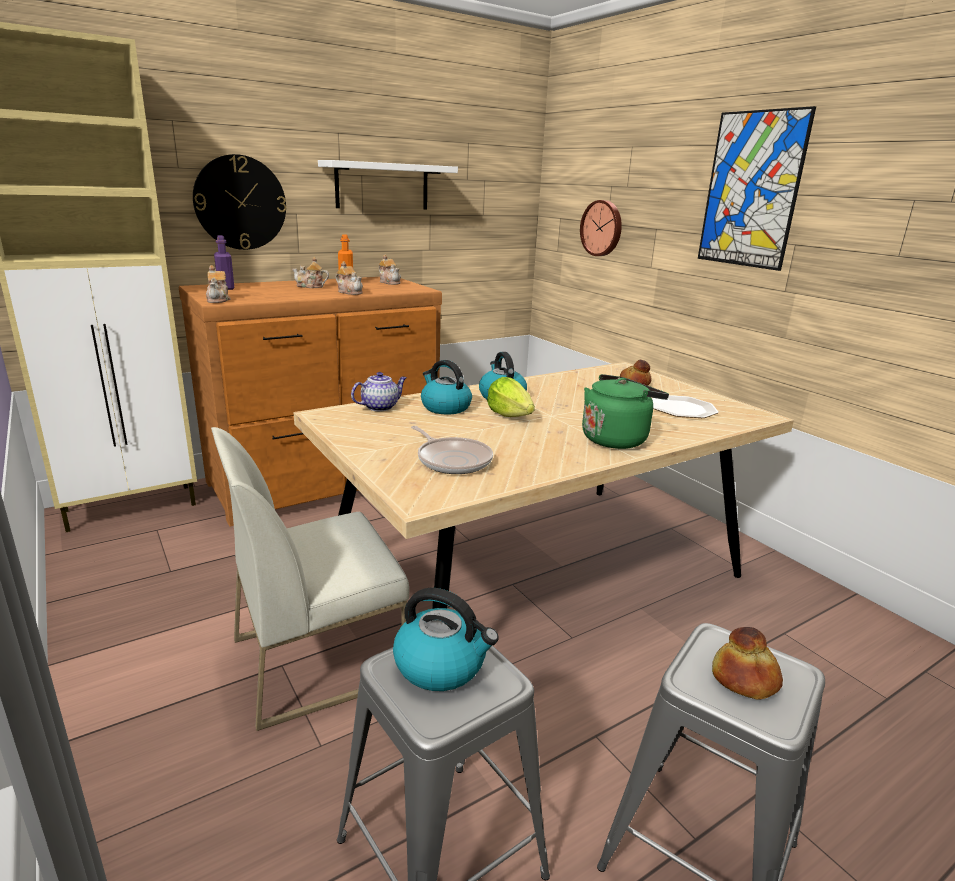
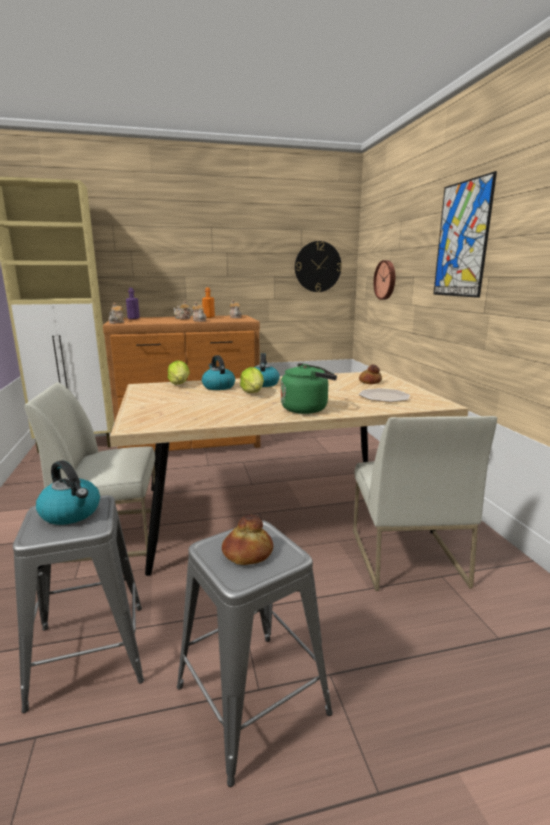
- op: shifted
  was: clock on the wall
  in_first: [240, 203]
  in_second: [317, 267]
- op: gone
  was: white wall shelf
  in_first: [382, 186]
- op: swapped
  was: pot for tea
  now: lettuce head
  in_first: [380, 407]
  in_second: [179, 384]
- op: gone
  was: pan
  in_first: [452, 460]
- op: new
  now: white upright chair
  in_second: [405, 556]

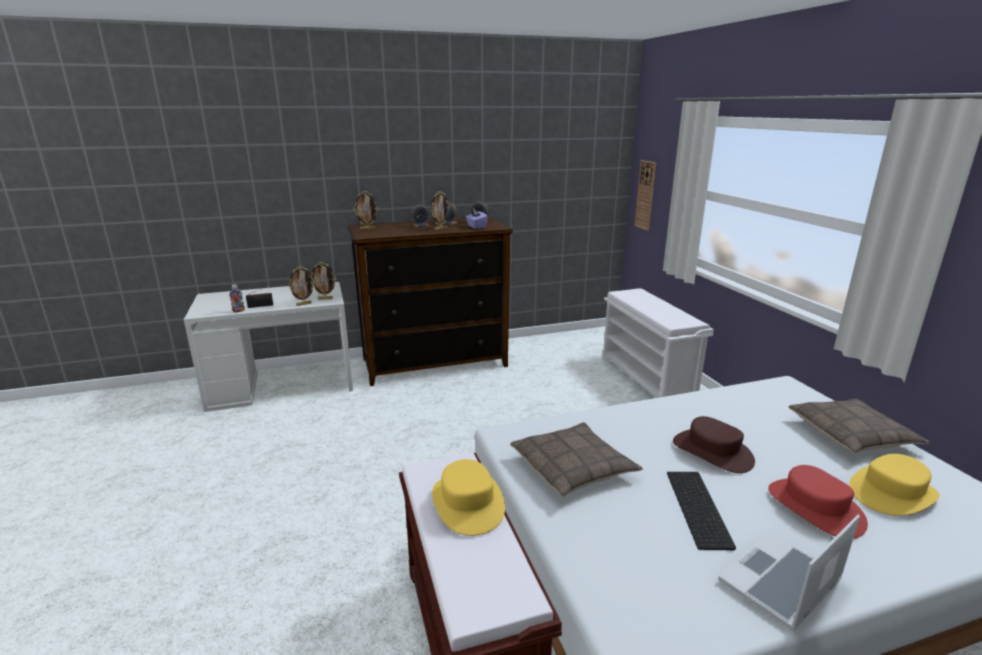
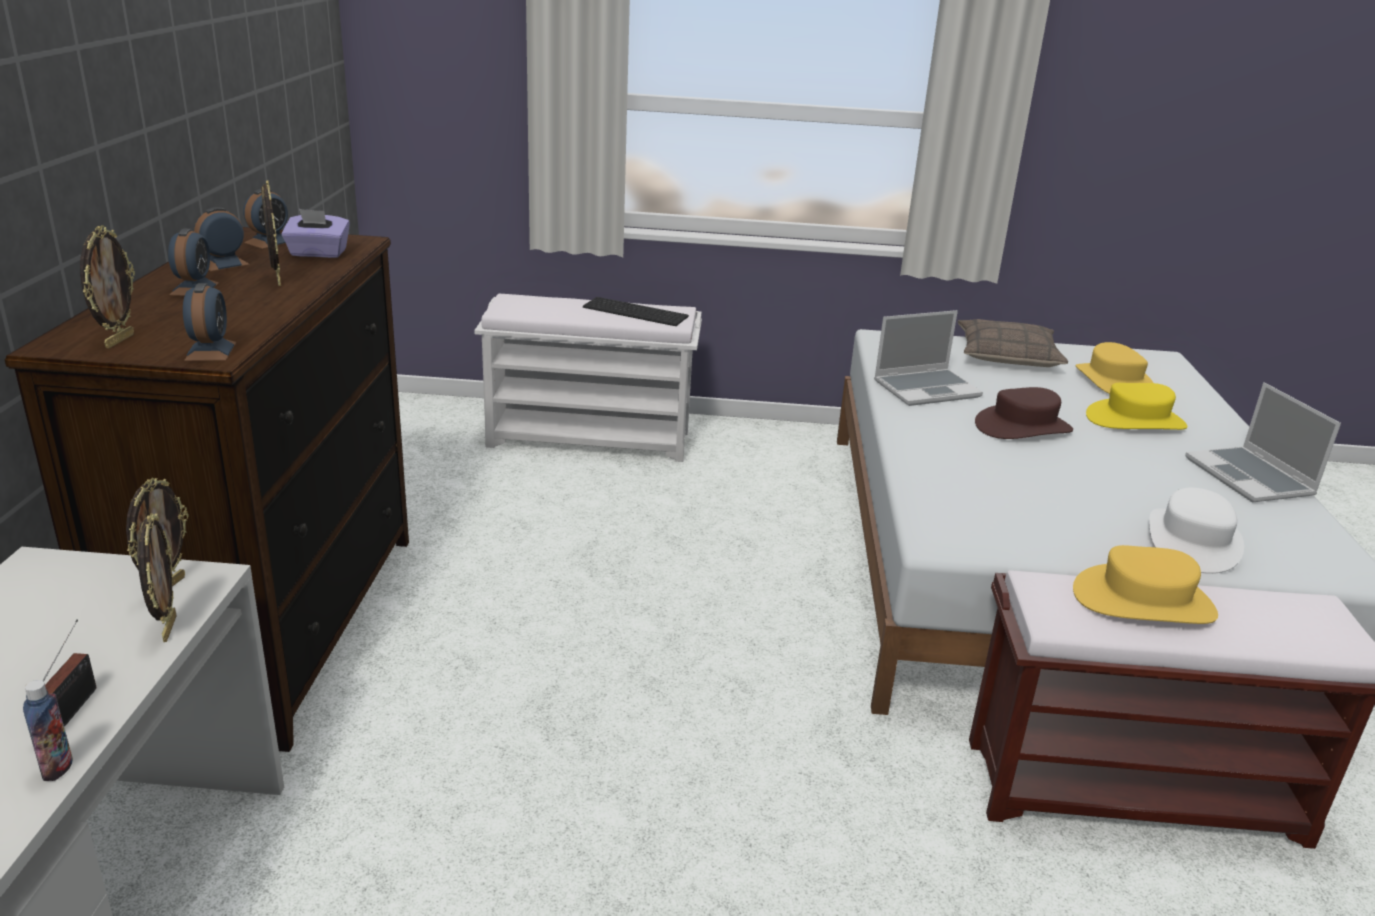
- op: gone
  was: pillow
  in_first: [573, 468]
- op: gone
  was: clock on the wall
  in_first: [645, 195]
- op: shifted
  was: computer keyboard
  in_first: [700, 509]
  in_second: [637, 311]
- op: repainted
  was: red clothing hat
  now: yellowish clothing hat
  in_first: [814, 507]
  in_second: [1135, 421]
- op: new
  now: alarm clock
  in_second: [210, 351]
- op: new
  now: portable computer
  in_second: [927, 388]
- op: new
  now: white clothing hat
  in_second: [1193, 542]

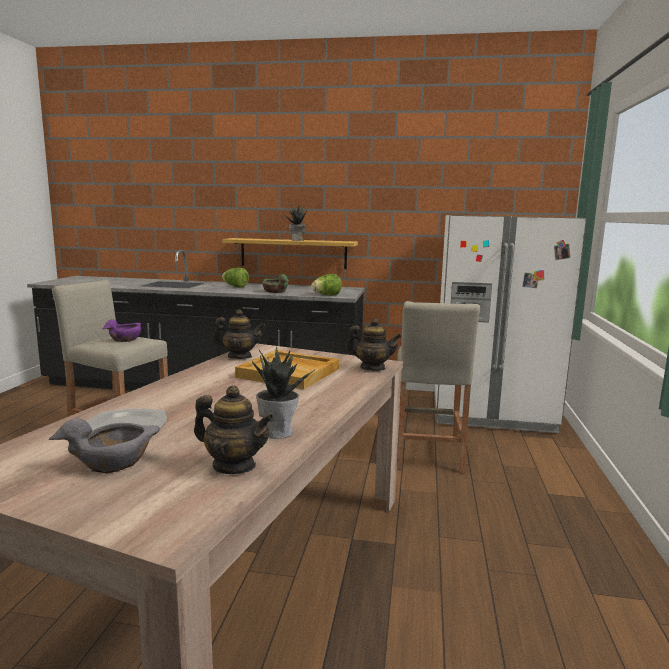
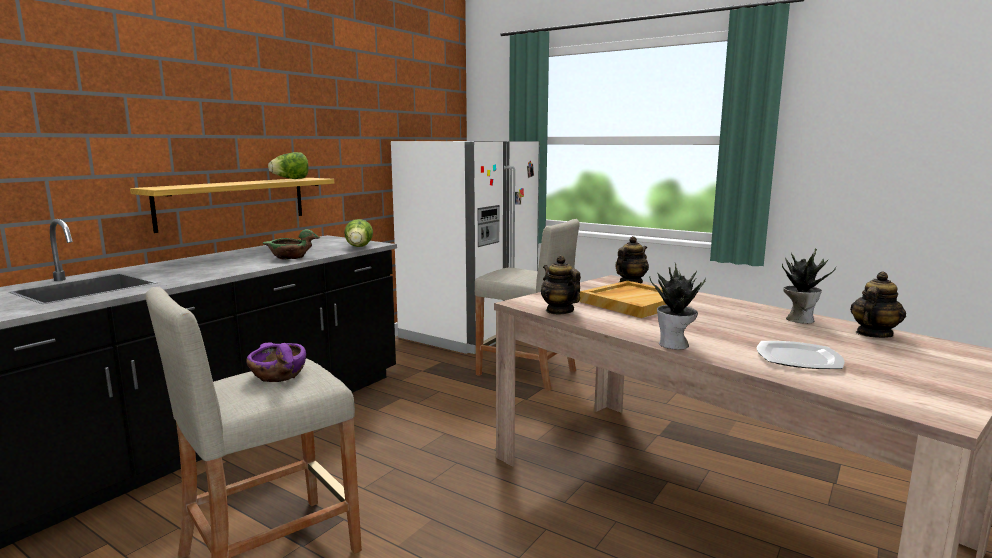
- op: gone
  was: greyish bowl
  in_first: [114, 462]
- op: rotated
  was: pot for tea
  in_first: [239, 357]
  in_second: [559, 311]
  clockwise: -60
- op: shifted
  was: lettuce head
  in_first: [235, 286]
  in_second: [290, 179]
- op: shifted
  was: potted plant
  in_first: [297, 240]
  in_second: [675, 345]

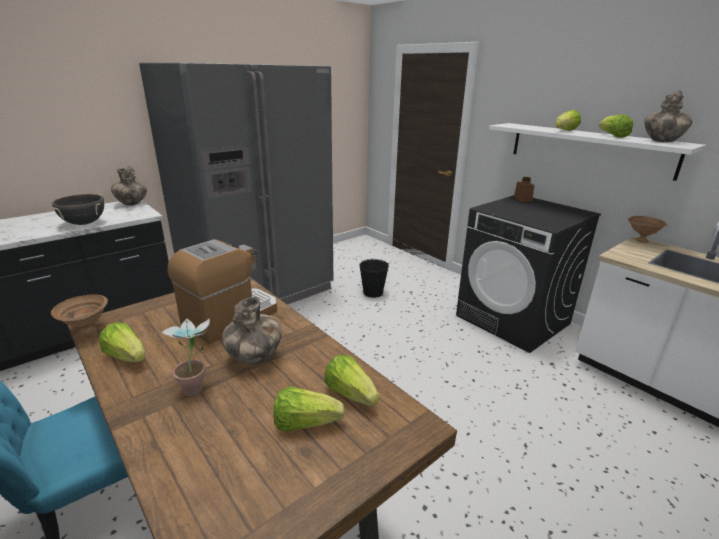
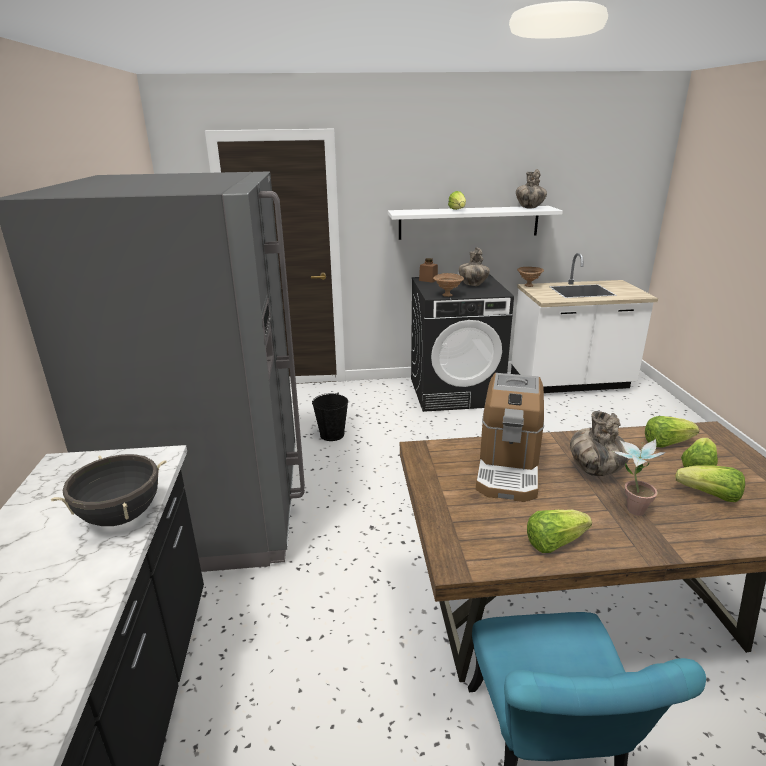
- op: shifted
  was: brownish bowl
  in_first: [88, 332]
  in_second: [448, 295]
- op: shifted
  was: vase
  in_first: [132, 204]
  in_second: [473, 285]
- op: rotated
  was: coffee machine
  in_first: [231, 317]
  in_second: [508, 468]
  clockwise: -150
- op: shifted
  was: lettuce head
  in_first: [612, 136]
  in_second: [710, 495]

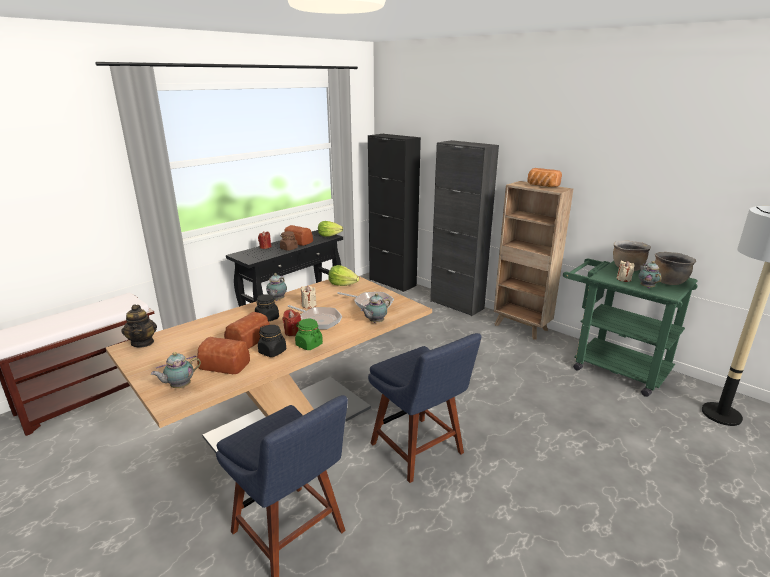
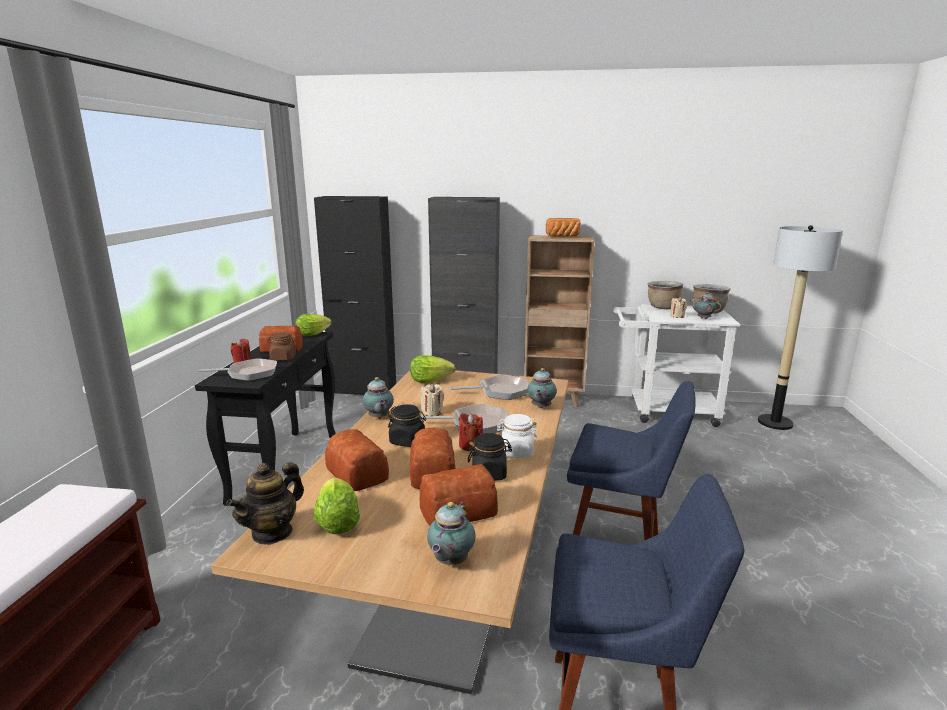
- op: rotated
  was: pot for tea
  in_first: [143, 342]
  in_second: [272, 532]
  clockwise: 90
- op: repainted
  was: green preserve jar
  now: white preserve jar
  in_first: [309, 345]
  in_second: [516, 452]
- op: repainted
  was: green cart
  now: white cart
  in_first: [611, 367]
  in_second: [664, 411]
- op: new
  now: pan
  in_second: [249, 373]
- op: new
  now: lettuce head
  in_second: [337, 522]
- op: new
  now: baked bread
  in_second: [357, 472]

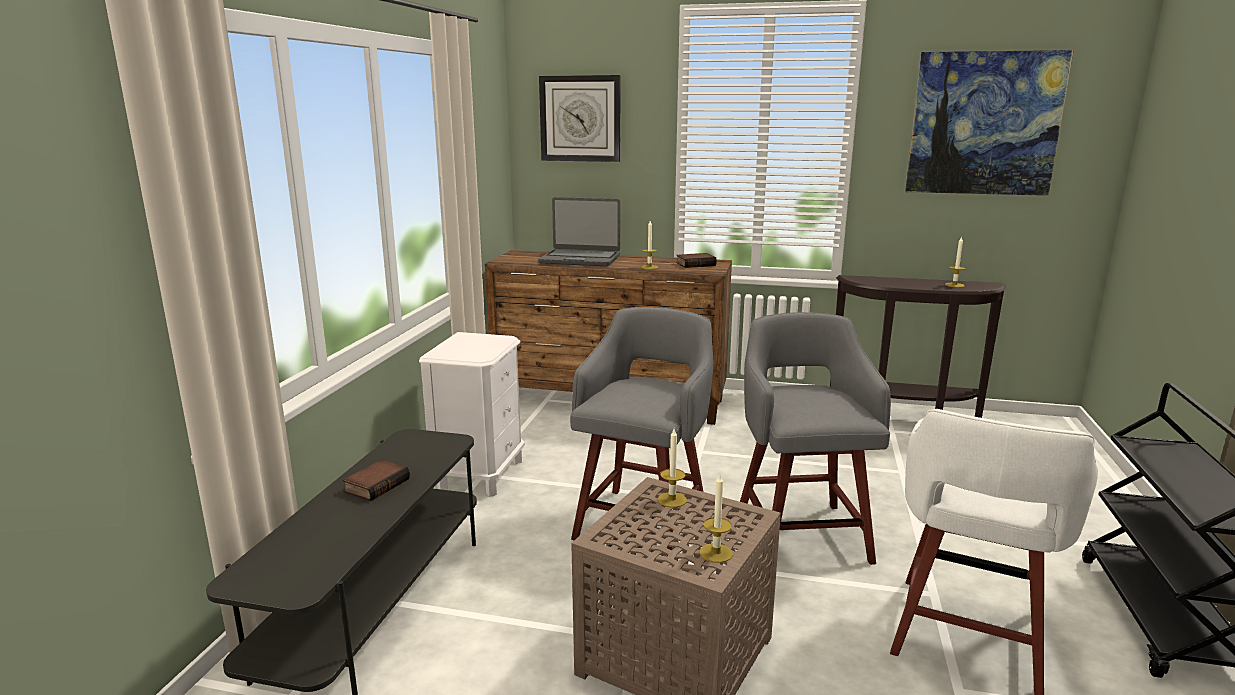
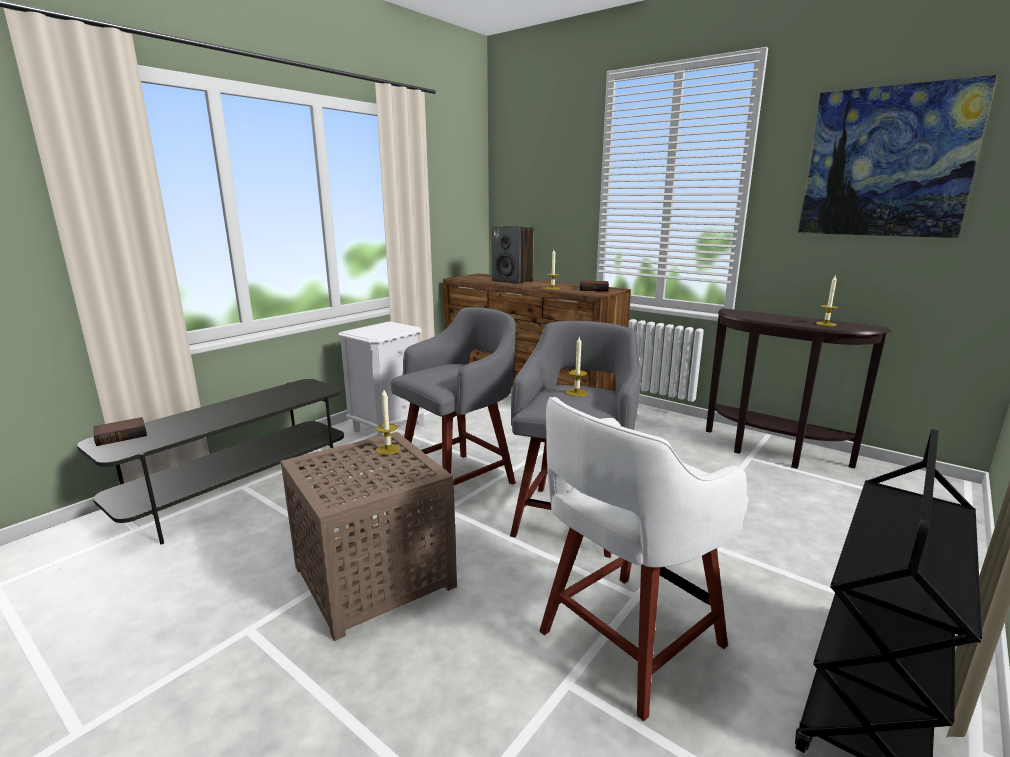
- op: shifted
  was: book
  in_first: [376, 484]
  in_second: [122, 435]
- op: swapped
  was: portable computer
  now: loudspeaker
  in_first: [580, 259]
  in_second: [513, 281]
- op: gone
  was: clock on the wall
  in_first: [580, 118]
- op: shifted
  was: wax light
  in_first: [716, 553]
  in_second: [576, 393]

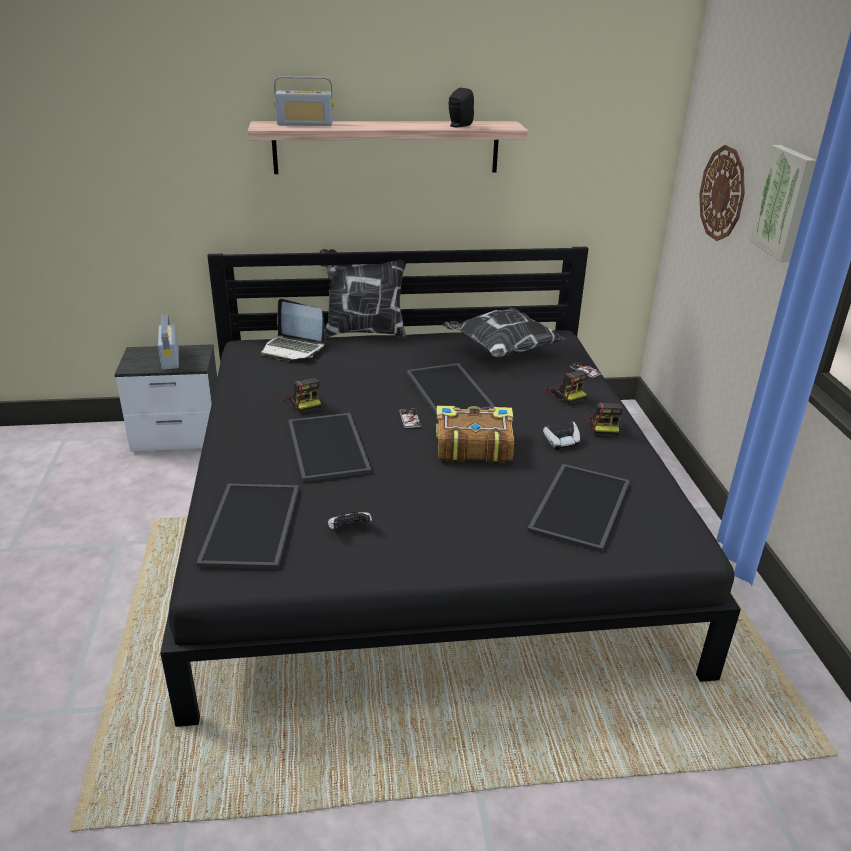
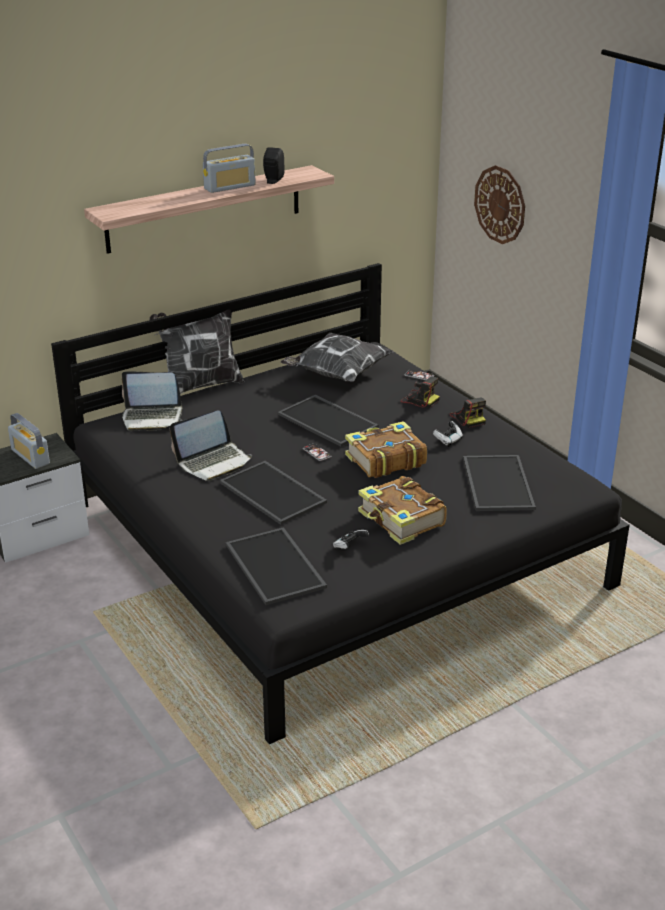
- op: shifted
  was: radio
  in_first: [305, 124]
  in_second: [230, 187]
- op: swapped
  was: photo camera
  now: portable computer
  in_first: [303, 402]
  in_second: [214, 462]
- op: gone
  was: wall art
  in_first: [785, 203]
- op: new
  now: book
  in_second: [401, 520]

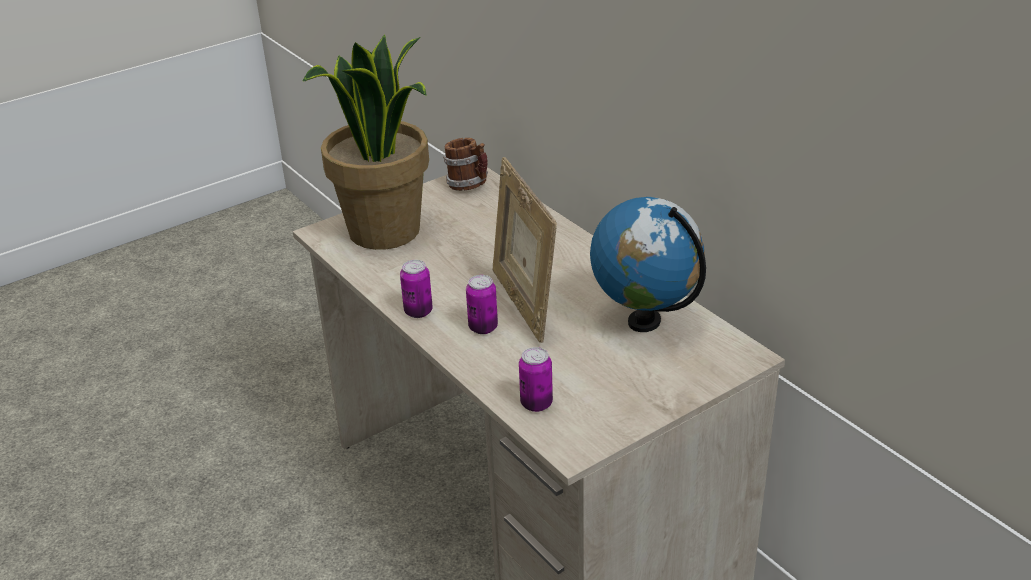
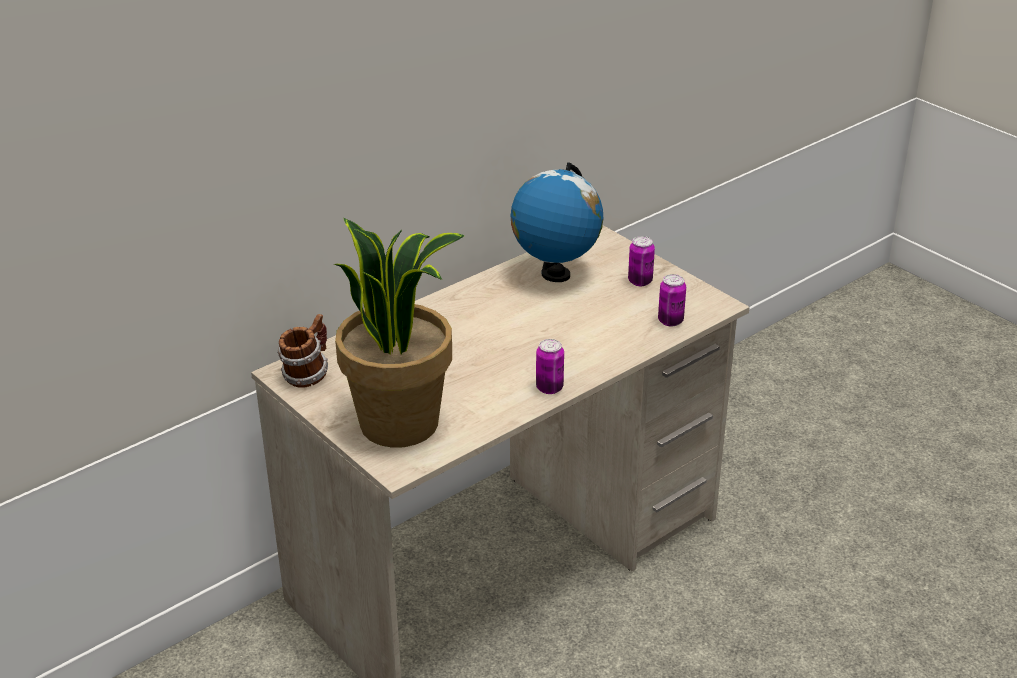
- op: shifted
  was: can
  in_first: [483, 327]
  in_second: [640, 281]
- op: gone
  was: picture frame
  in_first: [523, 304]

